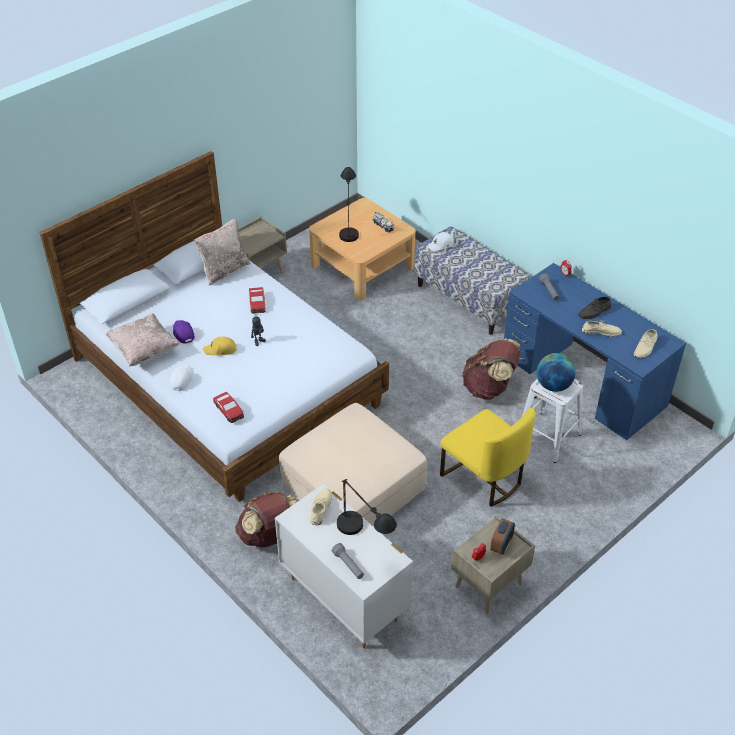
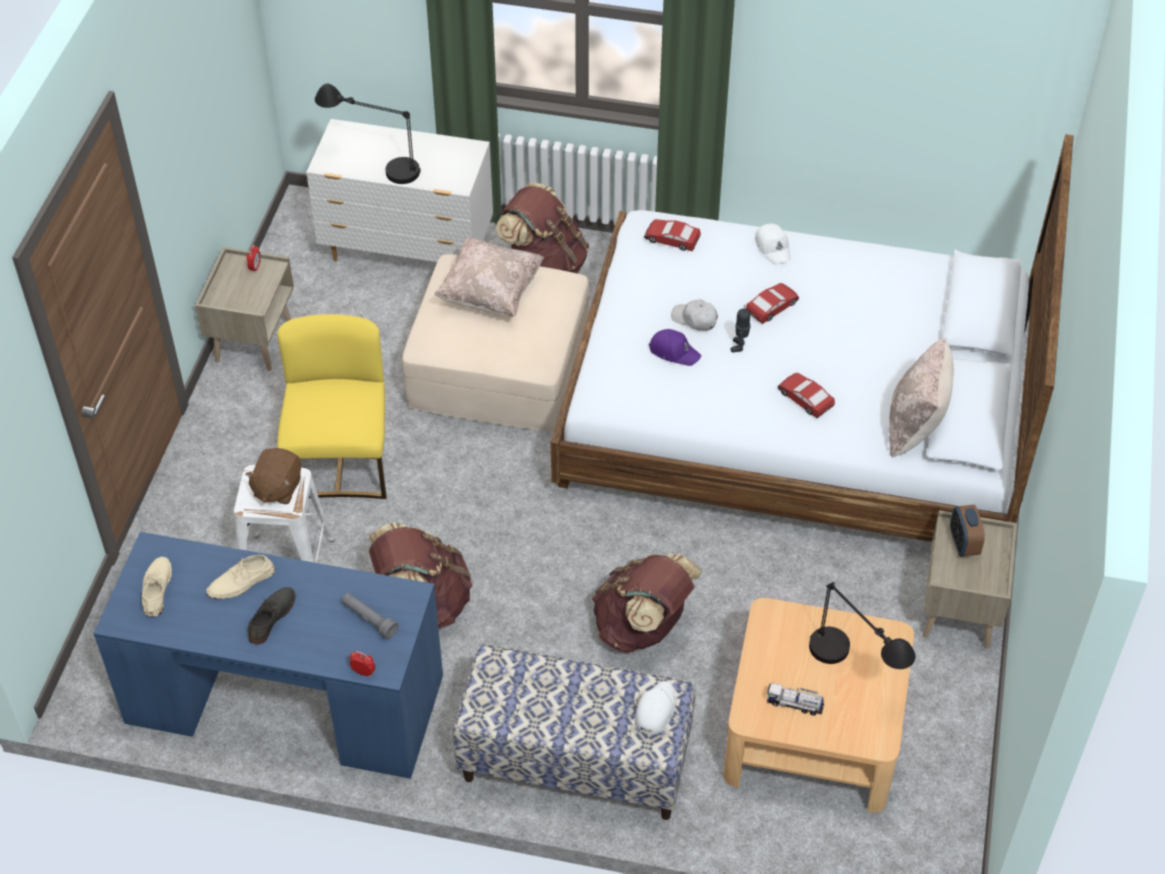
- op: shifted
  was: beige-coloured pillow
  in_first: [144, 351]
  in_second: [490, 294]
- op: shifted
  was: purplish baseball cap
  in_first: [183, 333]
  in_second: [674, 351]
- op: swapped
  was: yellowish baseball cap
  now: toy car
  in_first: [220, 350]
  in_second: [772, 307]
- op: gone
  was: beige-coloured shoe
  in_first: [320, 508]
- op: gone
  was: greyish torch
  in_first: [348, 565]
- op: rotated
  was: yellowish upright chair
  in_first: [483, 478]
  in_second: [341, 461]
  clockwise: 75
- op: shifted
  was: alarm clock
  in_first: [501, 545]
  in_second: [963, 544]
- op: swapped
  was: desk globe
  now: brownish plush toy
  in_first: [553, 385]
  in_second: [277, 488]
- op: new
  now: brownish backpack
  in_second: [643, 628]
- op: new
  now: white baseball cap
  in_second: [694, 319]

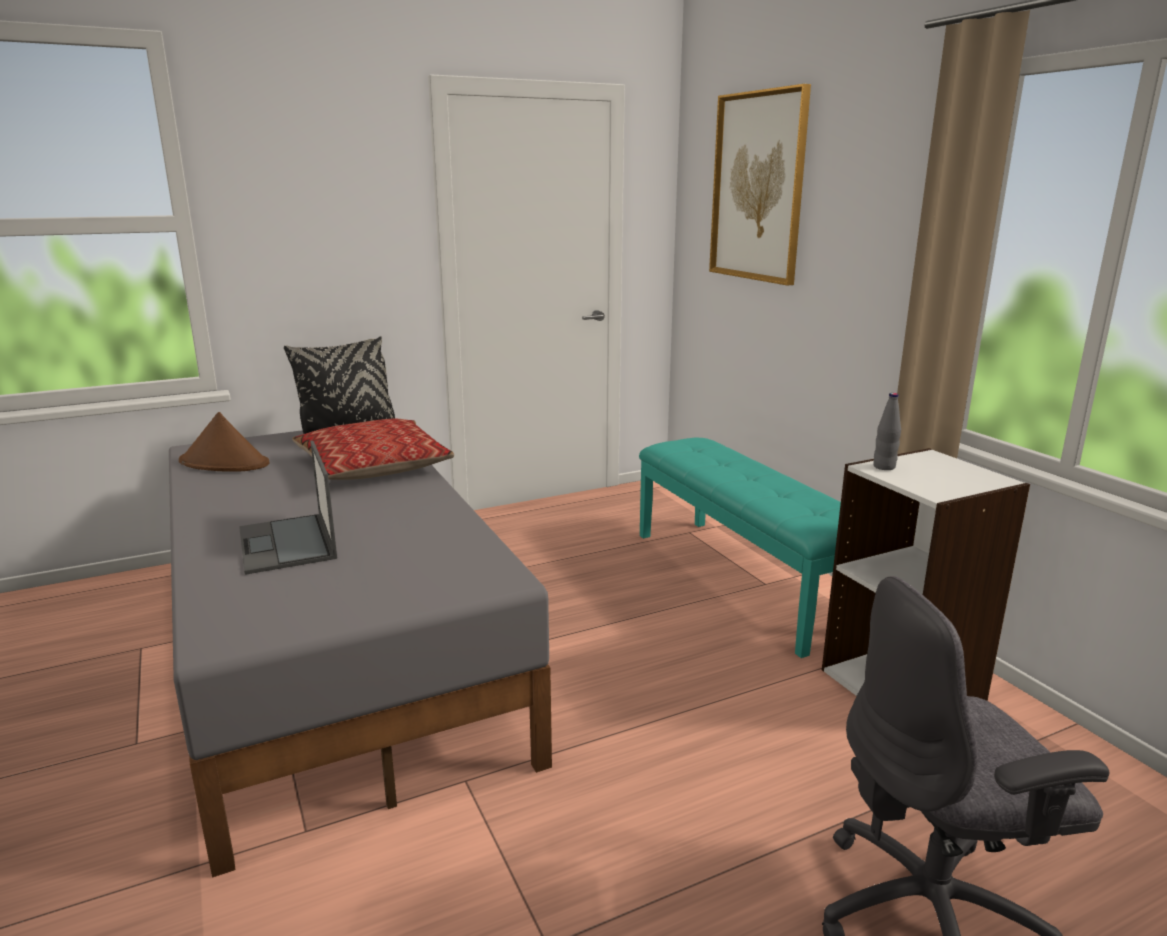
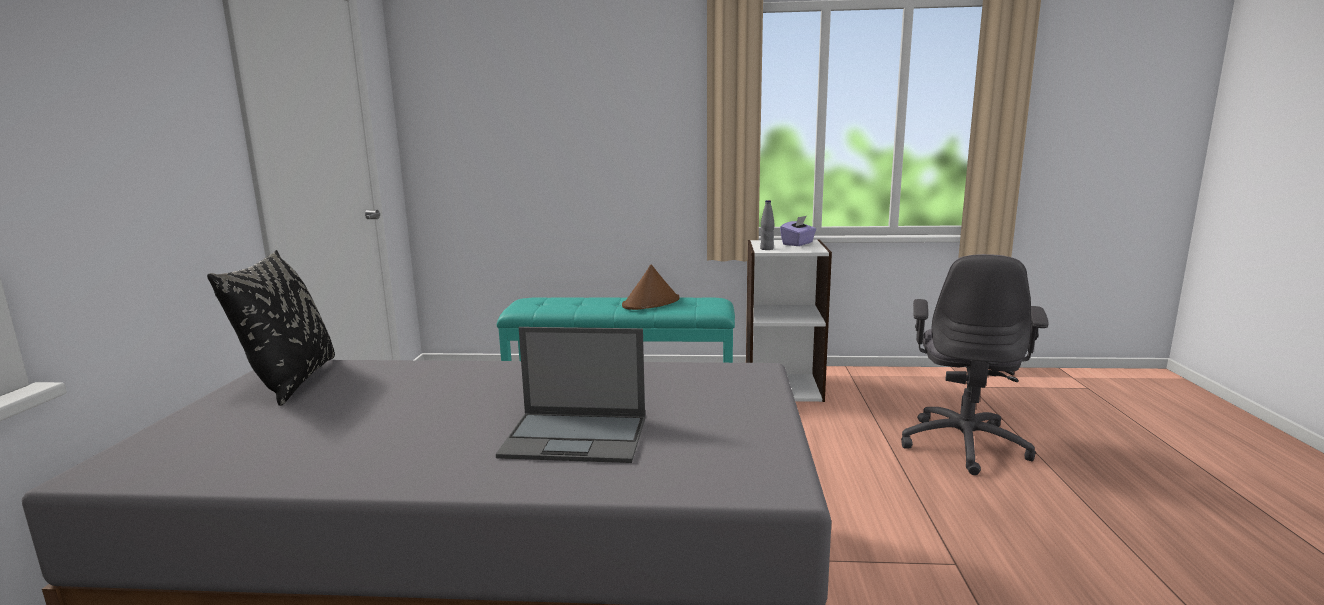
- op: shifted
  was: brownish clothing hat
  in_first: [225, 463]
  in_second: [651, 303]
- op: gone
  was: pillow
  in_first: [373, 465]
- op: gone
  was: wall art
  in_first: [758, 187]
- op: new
  now: purplish tissue box
  in_second: [798, 244]

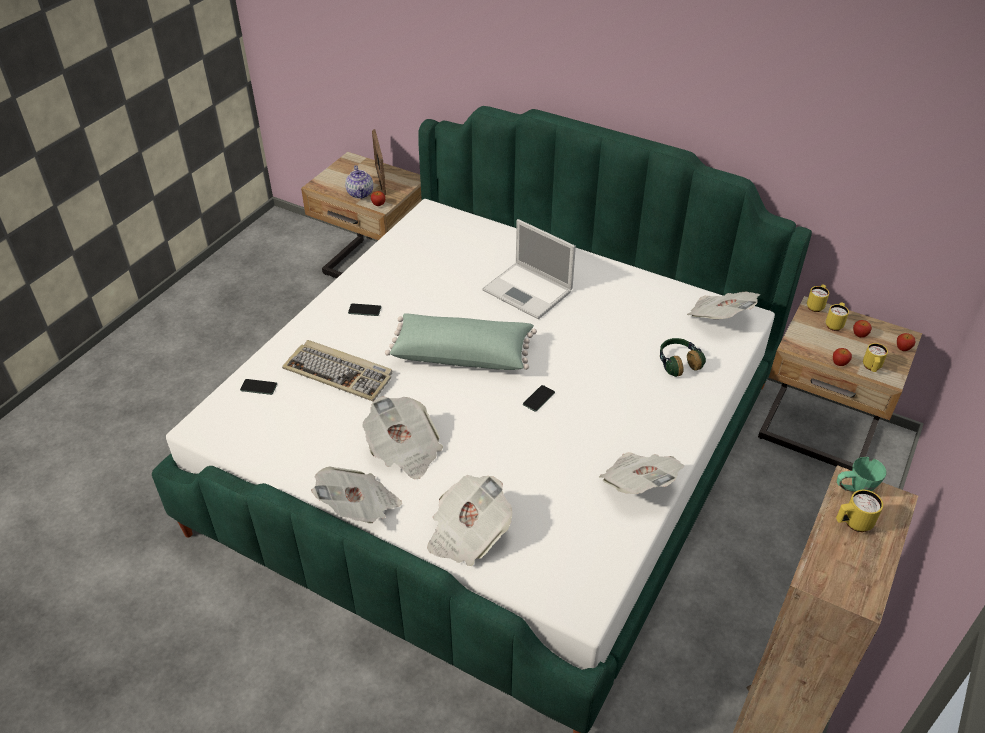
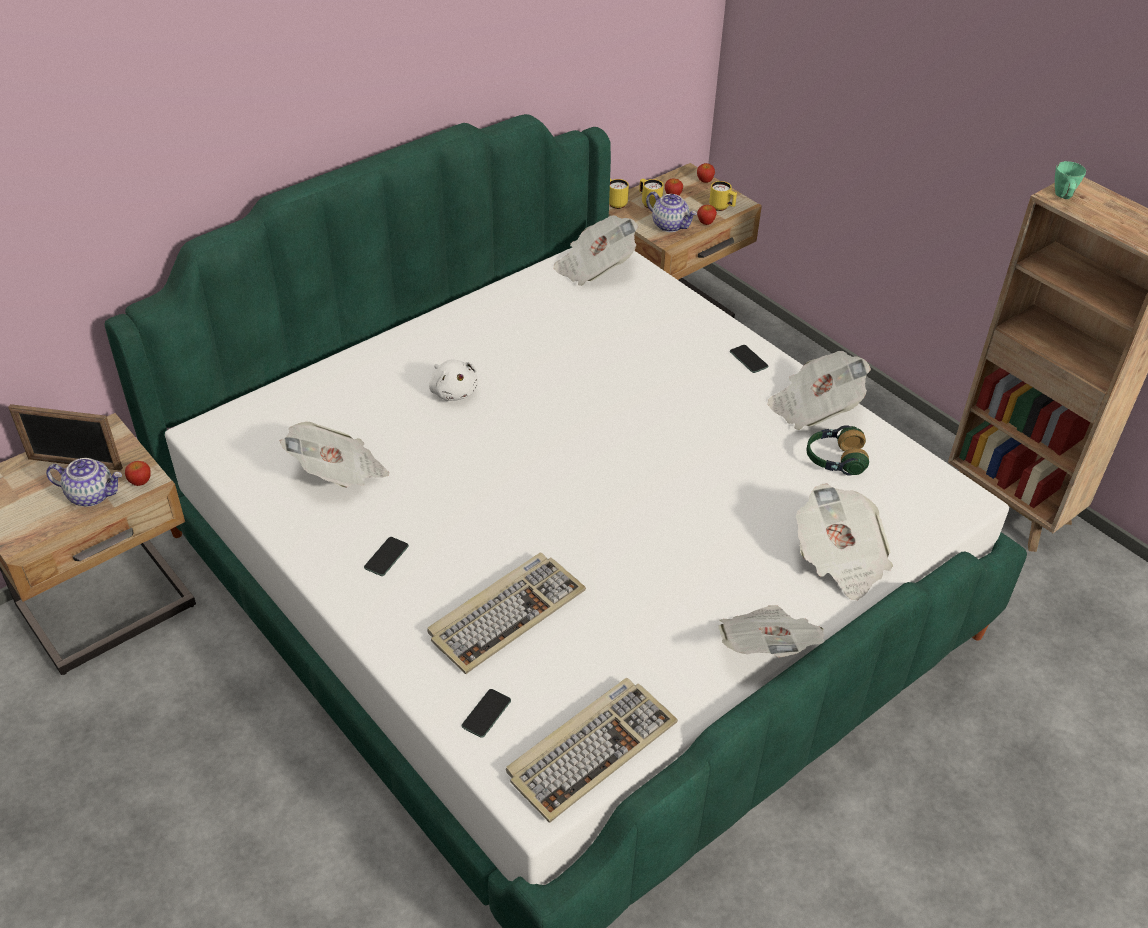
- op: shifted
  was: daily paper
  in_first: [404, 451]
  in_second: [339, 474]
- op: gone
  was: green pillow
  in_first: [462, 353]
- op: swapped
  was: portable computer
  now: white plush toy
  in_first: [529, 291]
  in_second: [453, 391]
- op: shifted
  was: phone
  in_first: [538, 398]
  in_second: [748, 359]
- op: shifted
  was: headset
  in_first: [678, 363]
  in_second: [834, 460]
- op: gone
  was: yellowish coffee mug
  in_first: [853, 523]
- op: new
  now: computer keyboard
  in_second: [591, 749]
- op: new
  now: pot for tea
  in_second: [670, 225]

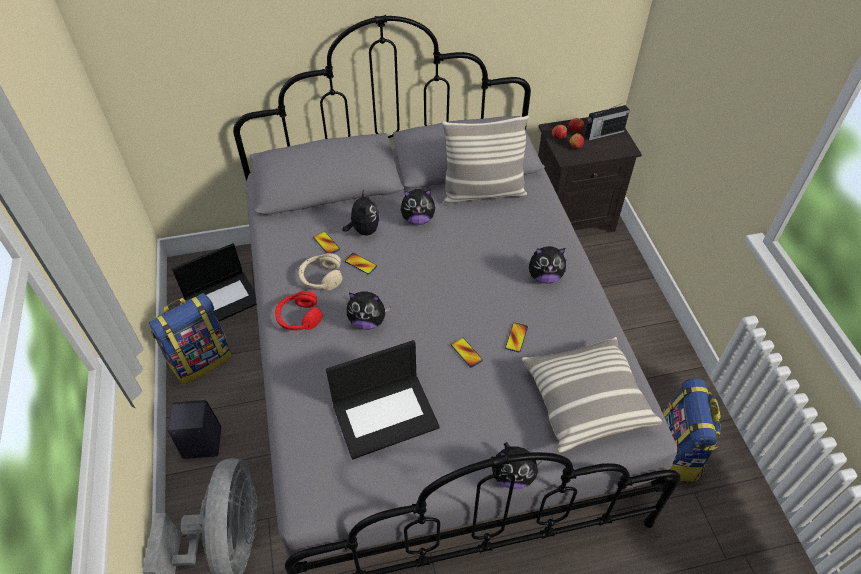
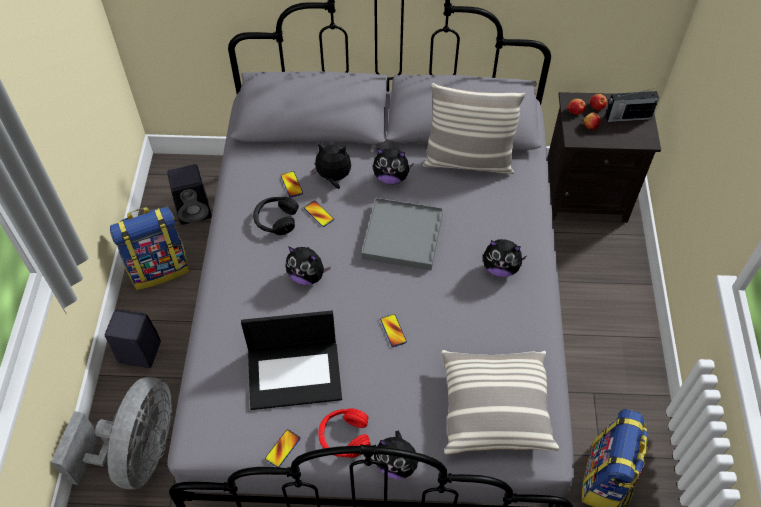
- op: swapped
  was: portable computer
  now: blackish loudspeaker
  in_first: [222, 299]
  in_second: [195, 210]
- op: shifted
  was: red headset
  in_first: [299, 317]
  in_second: [344, 437]
- op: repainted
  was: beige-coloured headset
  now: blackish headset
  in_first: [321, 277]
  in_second: [276, 220]
- op: rotated
  was: plush toy
  in_first: [364, 230]
  in_second: [333, 178]
  clockwise: -90
- op: shifted
  was: phone
  in_first: [516, 337]
  in_second: [282, 448]
- op: new
  now: greyish carrying tray
  in_second: [403, 236]

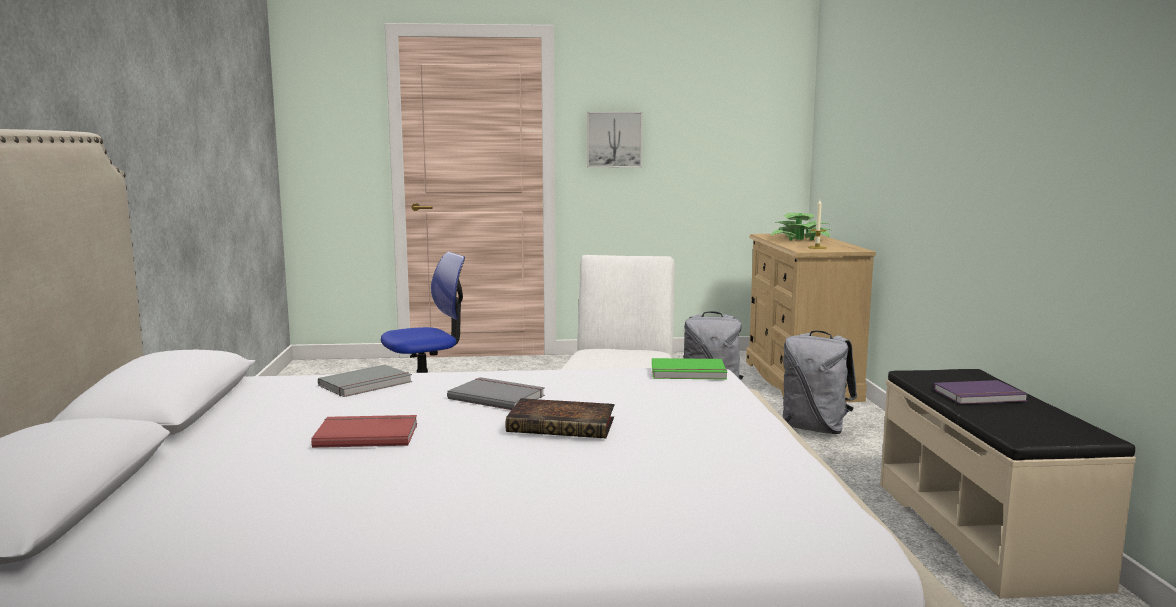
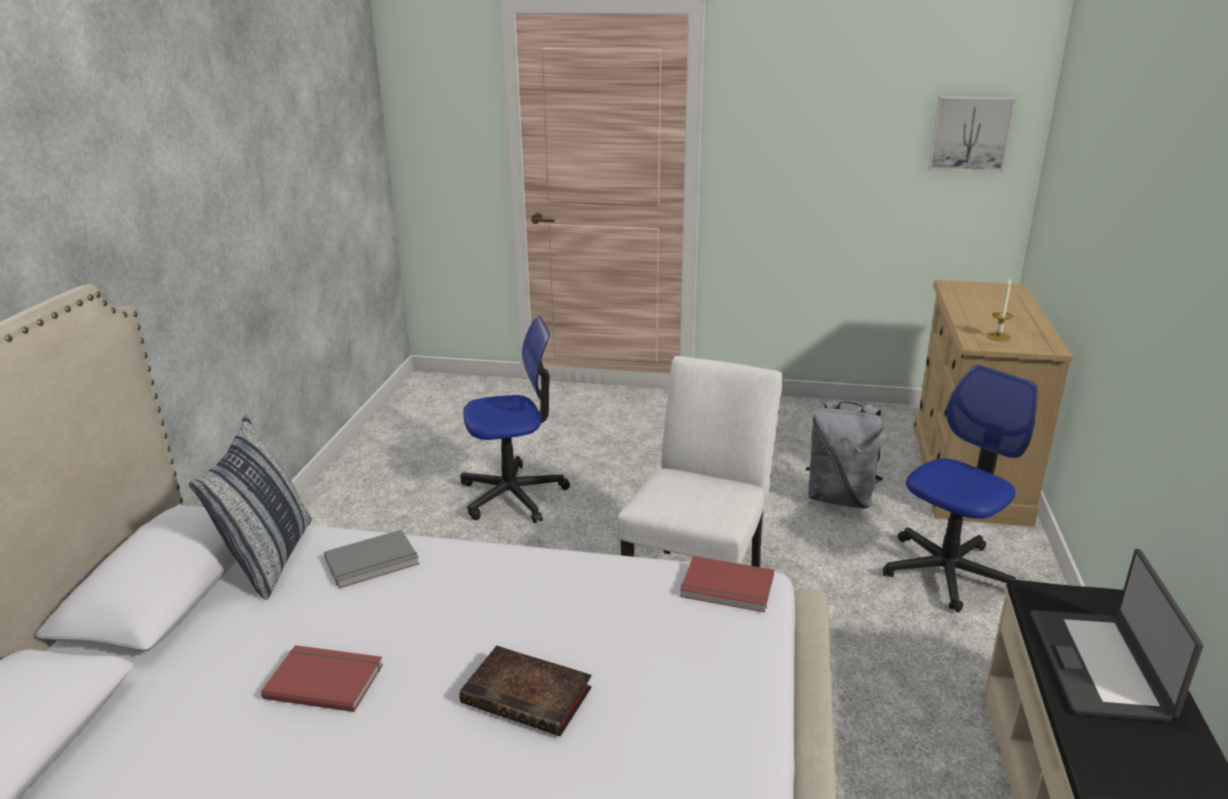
- op: gone
  was: greyish book
  in_first: [497, 396]
- op: shifted
  was: wall art
  in_first: [614, 139]
  in_second: [970, 133]
- op: repainted
  was: green book
  now: red book
  in_first: [688, 373]
  in_second: [727, 588]
- op: gone
  was: potted plant
  in_first: [801, 239]
- op: swapped
  was: greyish backpack
  now: office chair
  in_first: [815, 428]
  in_second: [947, 572]
- op: swapped
  was: purplish book
  now: portable computer
  in_first: [981, 396]
  in_second: [1100, 665]
- op: new
  now: pillow
  in_second: [269, 559]

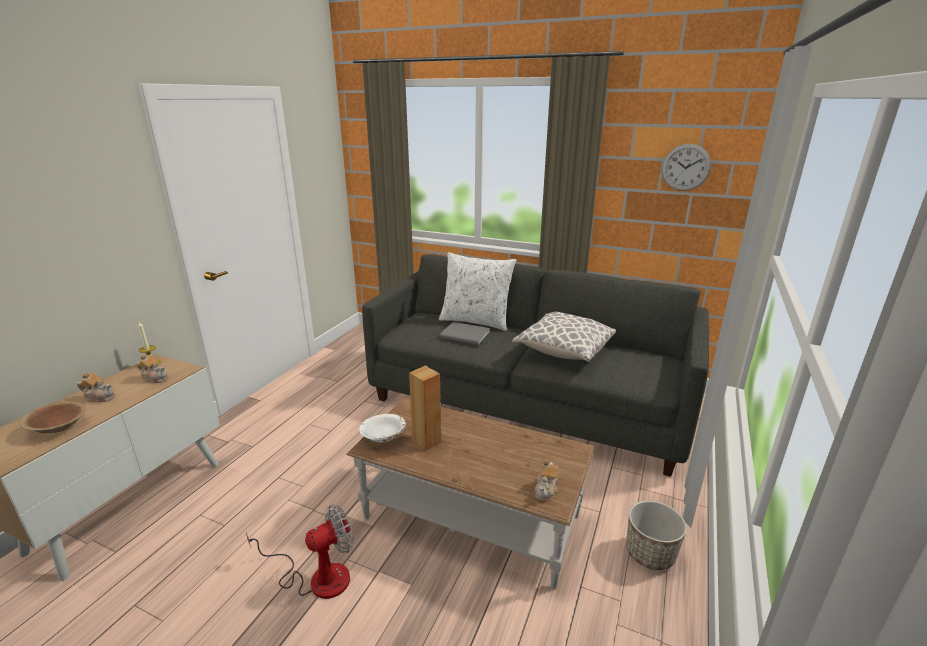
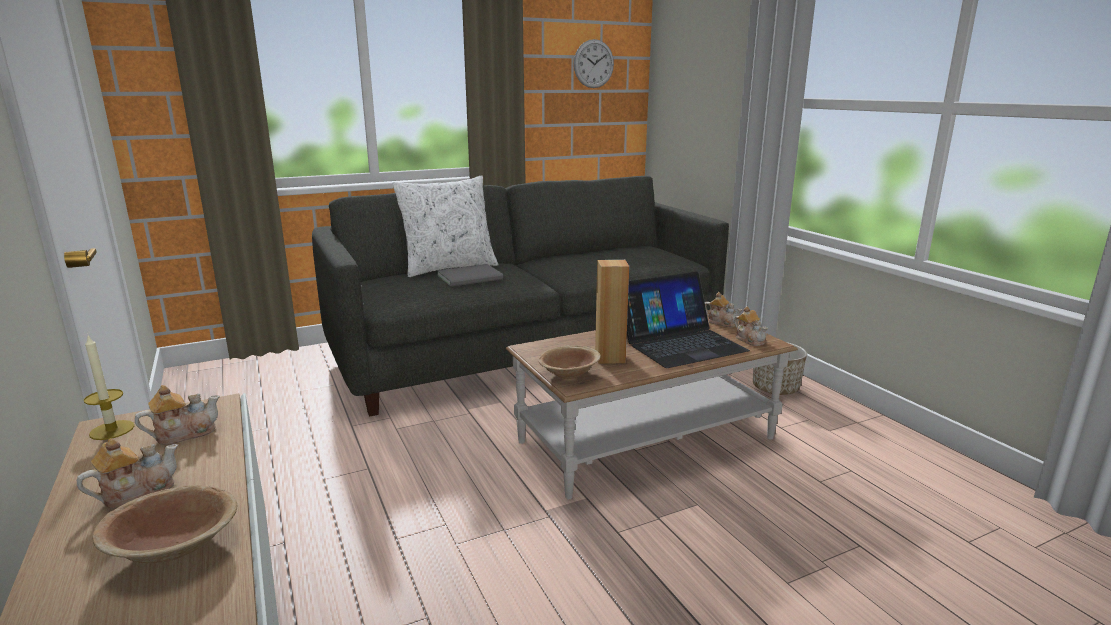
- op: gone
  was: electric fan
  in_first: [317, 577]
- op: repainted
  was: white bowl
  now: brownish bowl
  in_first: [383, 437]
  in_second: [569, 374]
- op: gone
  was: pillow
  in_first: [563, 350]
- op: new
  now: portable computer
  in_second: [680, 343]
- op: new
  now: pot for tea
  in_second: [722, 322]

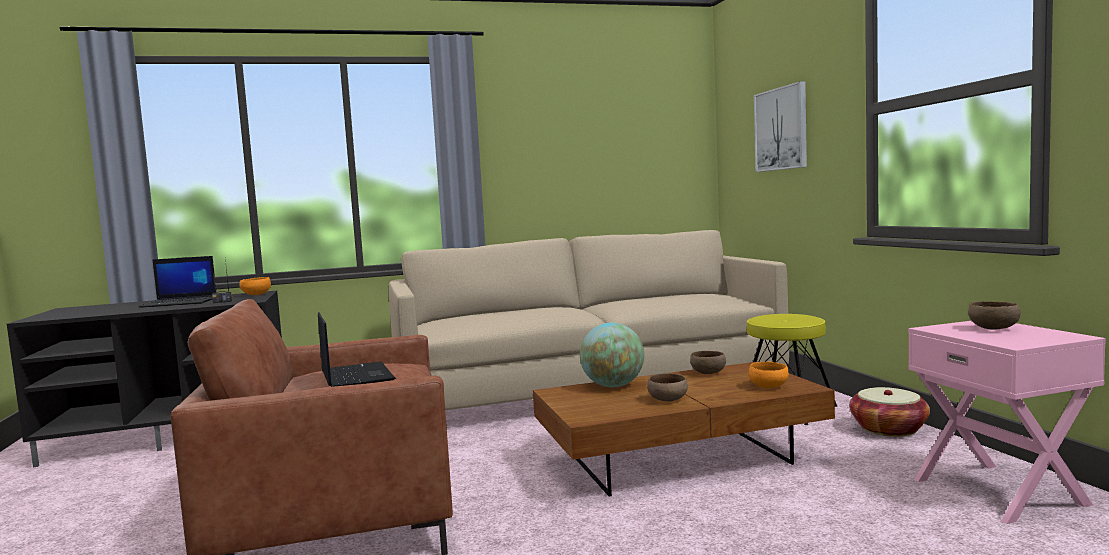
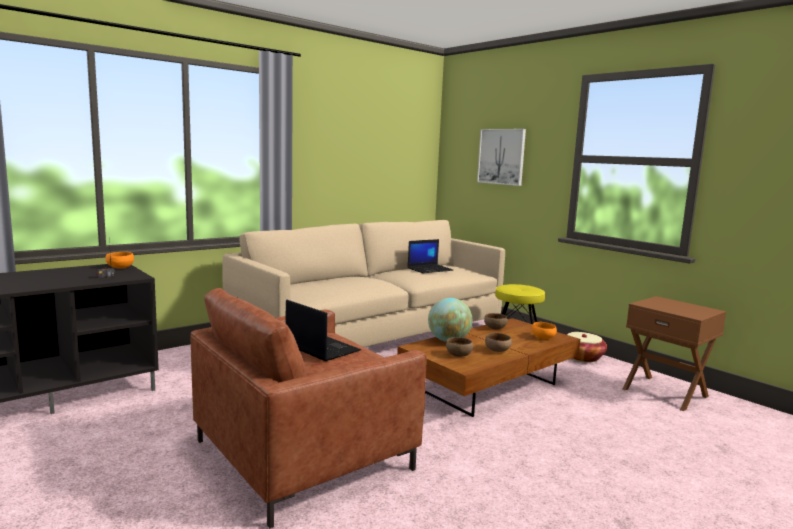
- op: shifted
  was: portable computer
  in_first: [181, 302]
  in_second: [430, 269]
- op: repainted
  was: pink-coloured night table
  now: brownish night table
  in_first: [1000, 491]
  in_second: [665, 392]
- op: shifted
  was: brownish bowl
  in_first: [992, 328]
  in_second: [458, 355]

